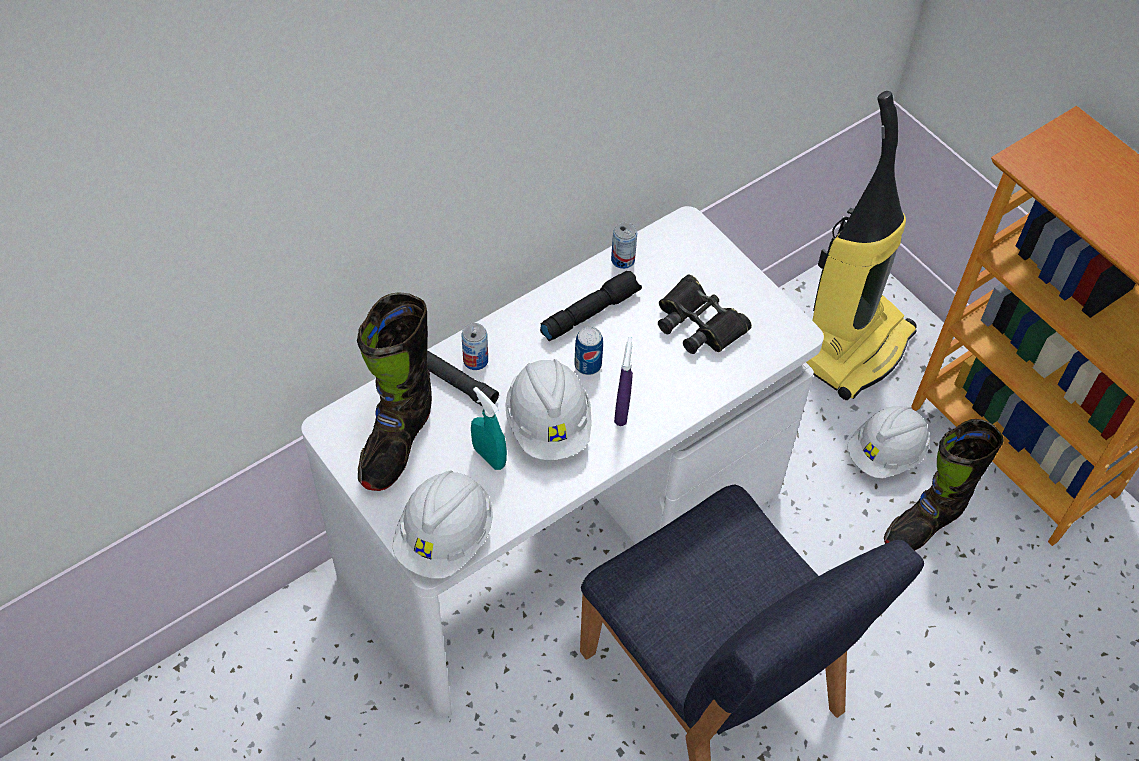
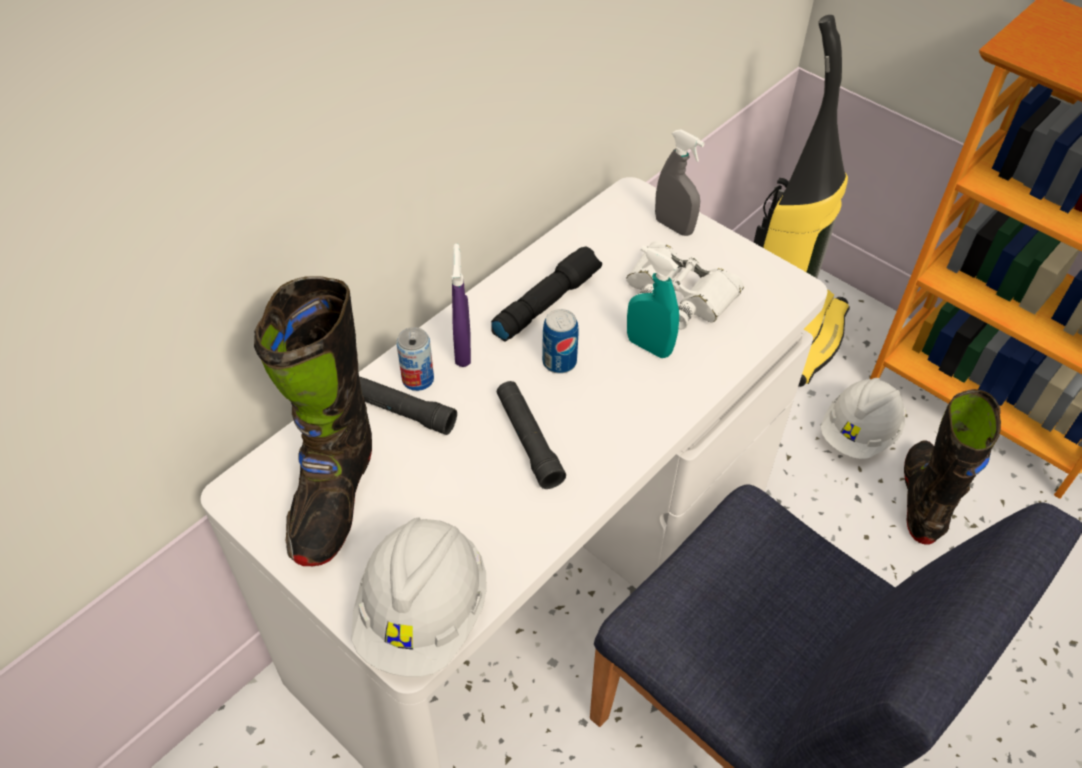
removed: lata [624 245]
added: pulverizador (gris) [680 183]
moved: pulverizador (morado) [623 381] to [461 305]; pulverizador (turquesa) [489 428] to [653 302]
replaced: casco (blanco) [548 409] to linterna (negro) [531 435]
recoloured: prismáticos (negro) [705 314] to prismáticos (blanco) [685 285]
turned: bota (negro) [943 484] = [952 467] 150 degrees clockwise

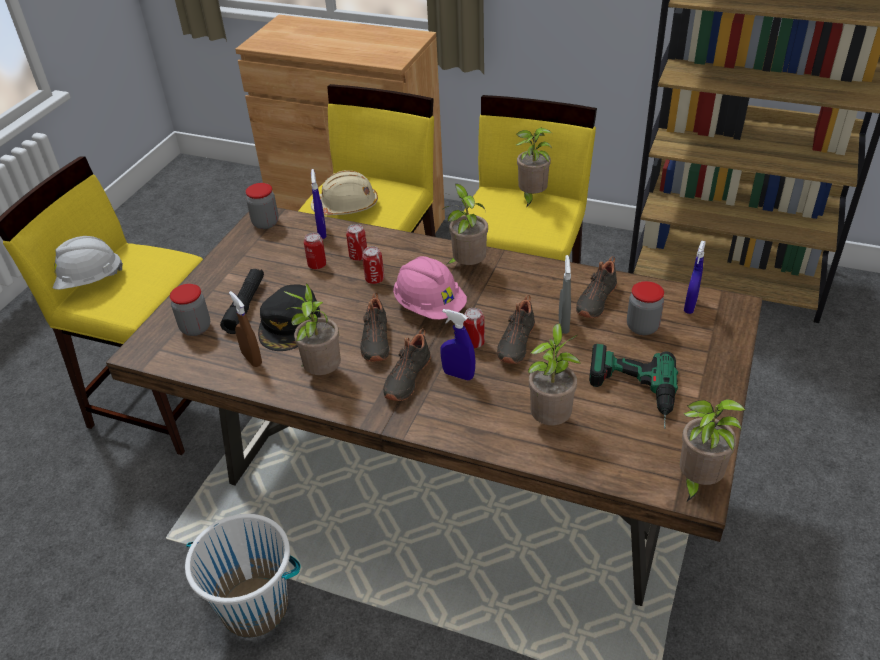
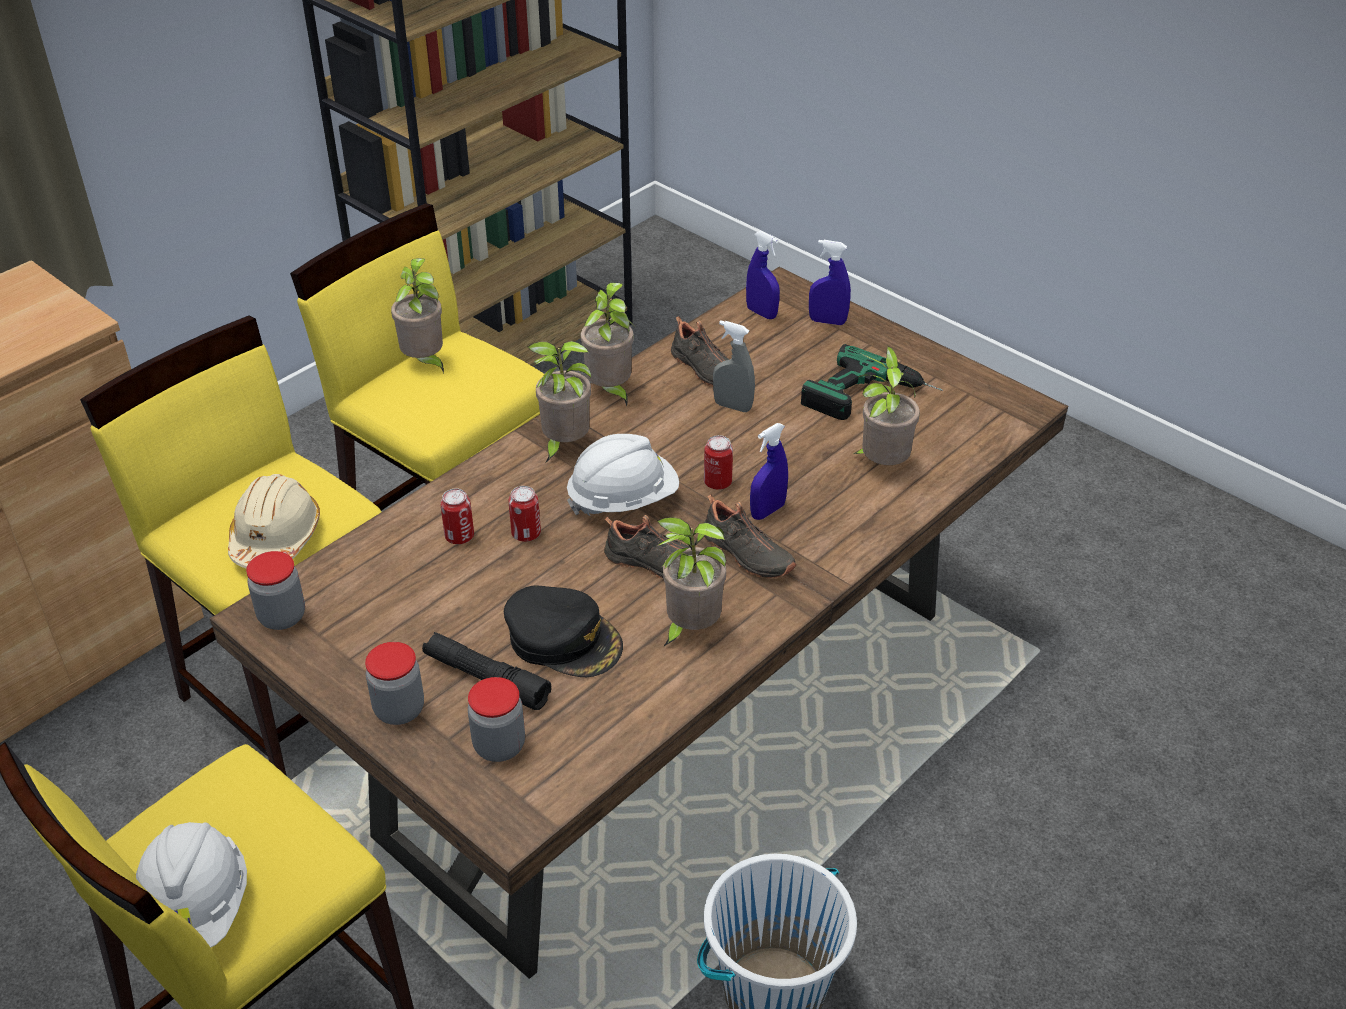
removed: lata [315 251]; pulverizador (marrón) [245 329]; zapato (negro) [516 329]
moved: pulverizador (azul) [319 204] to [830 282]; tarro [645 308] to [394 683]; planta en maceta [713 450] to [607 344]
recoloured: casco (rosa) [430 288] to casco (blanco) [623 475]

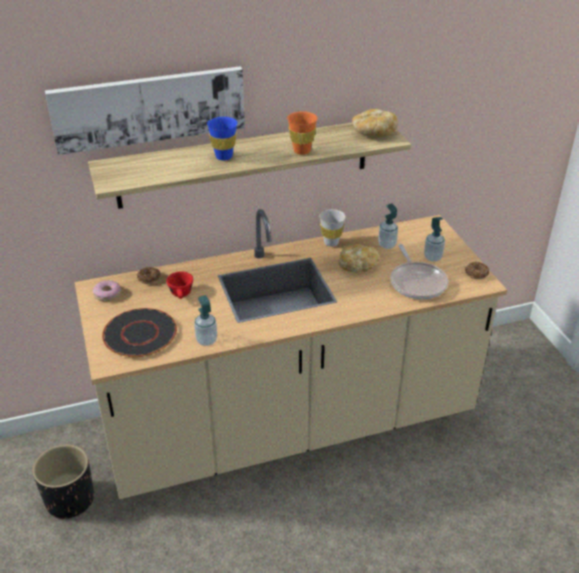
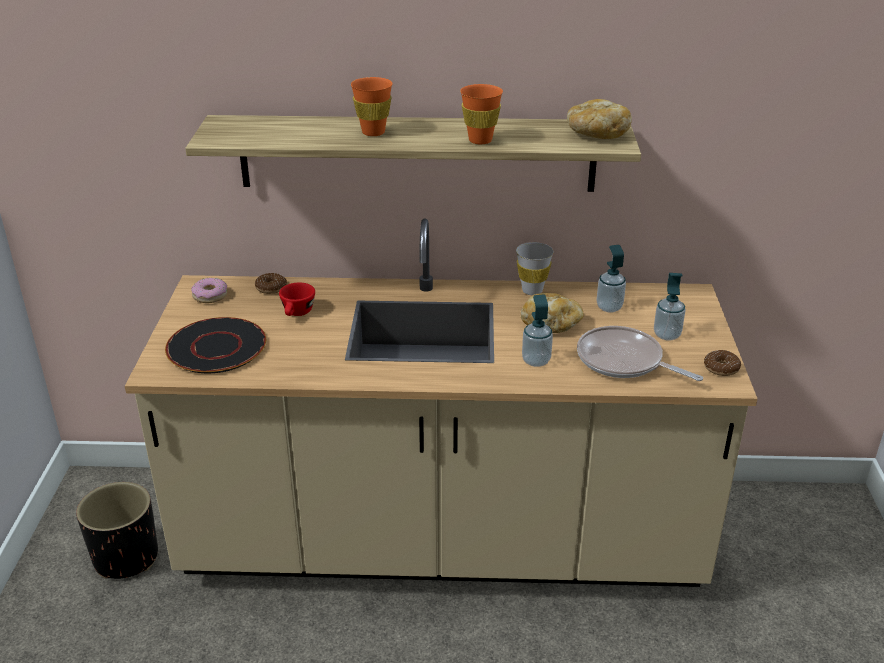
removed: cuadro [145 110]
moved: dispensador de jabón [205 320] to [537 331]
recoloured: taza (azul) [222 138] to taza (naranja) [372 106]
turned: sartén [419 271] = [640 353] 120 degrees clockwise

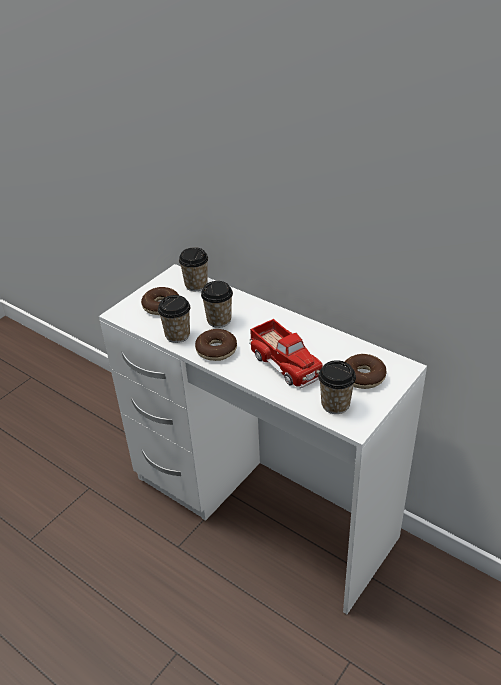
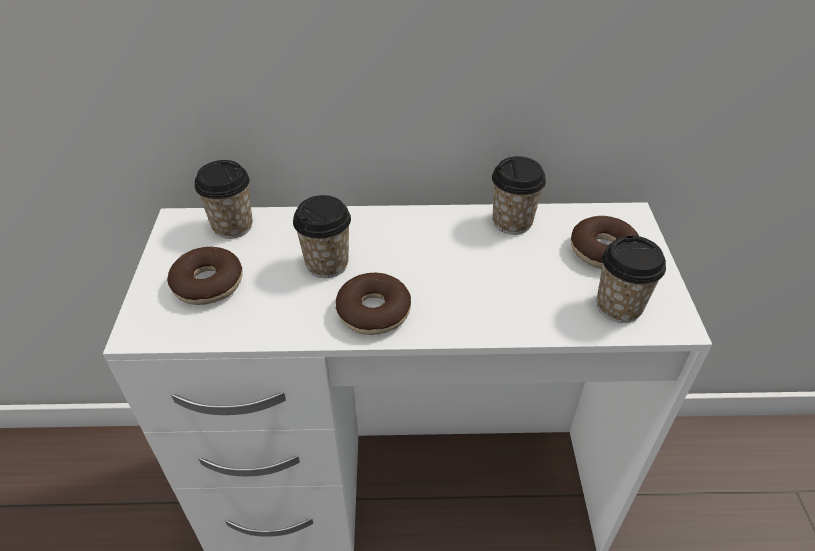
removed: camión de juguete [286 353]
moved: taza [174 319] to [519 195]

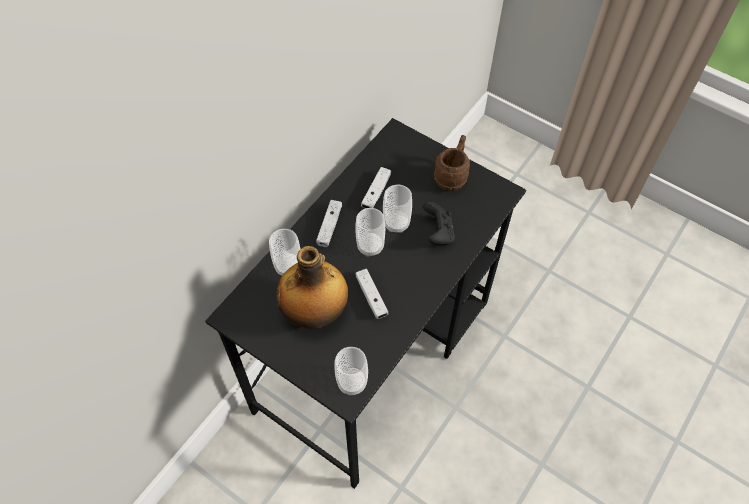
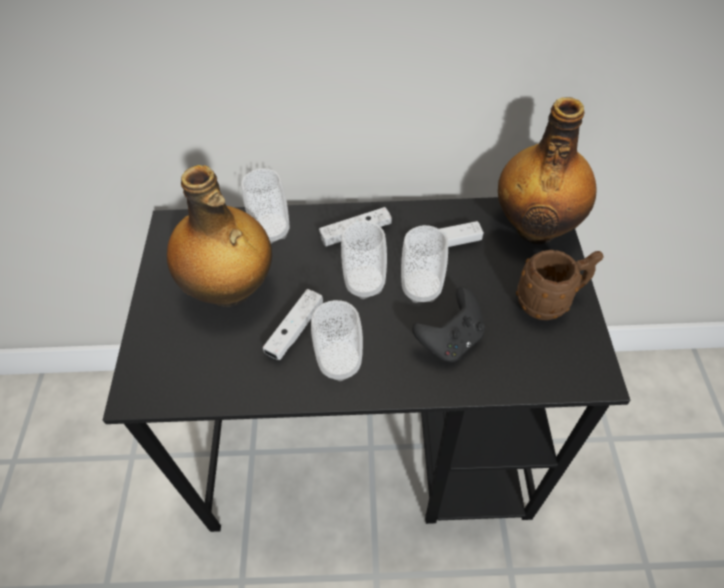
added: botella [547 170]
moved: taza [351 371] to [337 340]

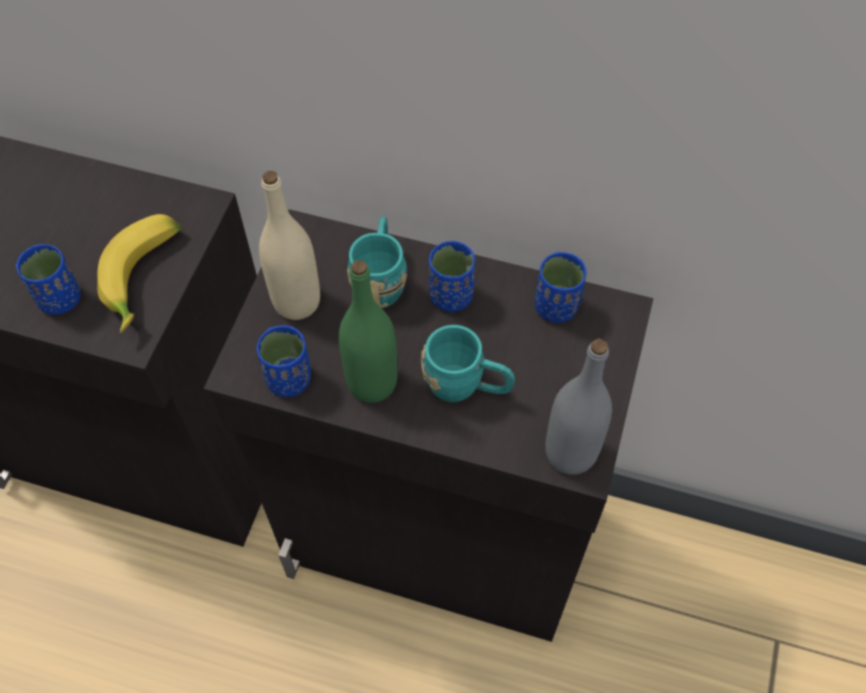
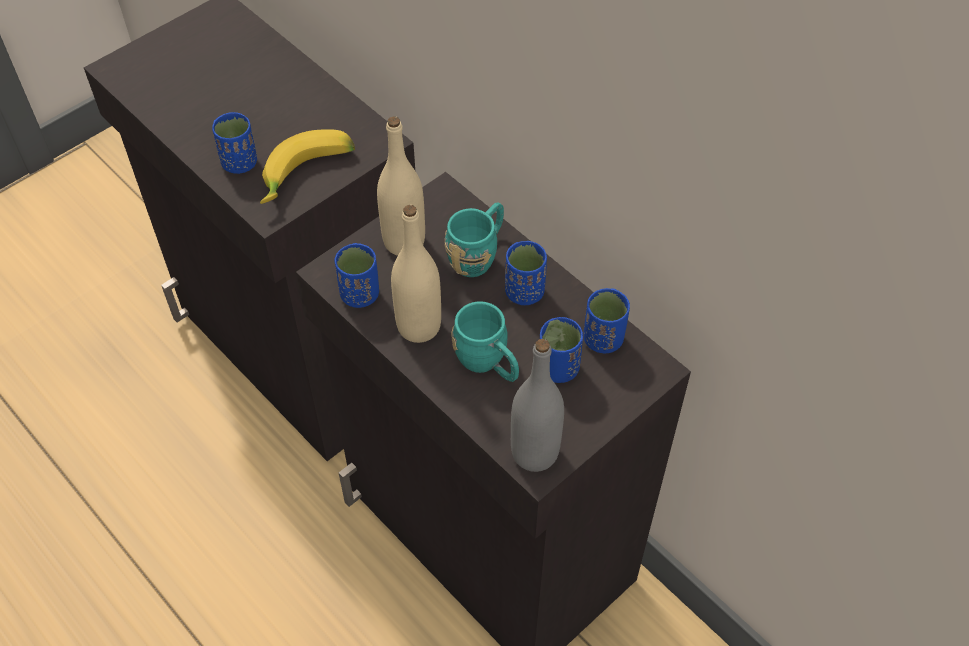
added: taza (azul) [561 350]
recoloured: botella (verde) [368 331] to botella (beis) [416 274]

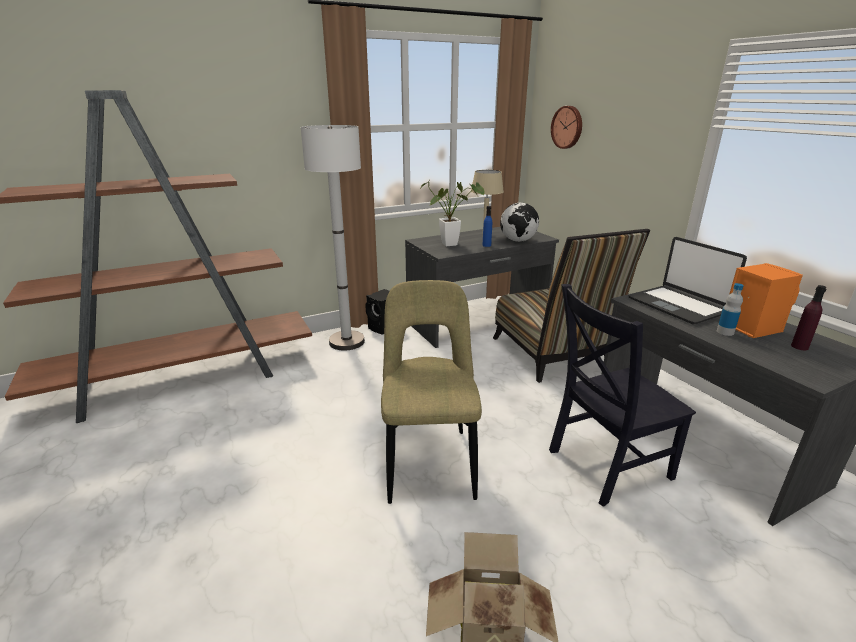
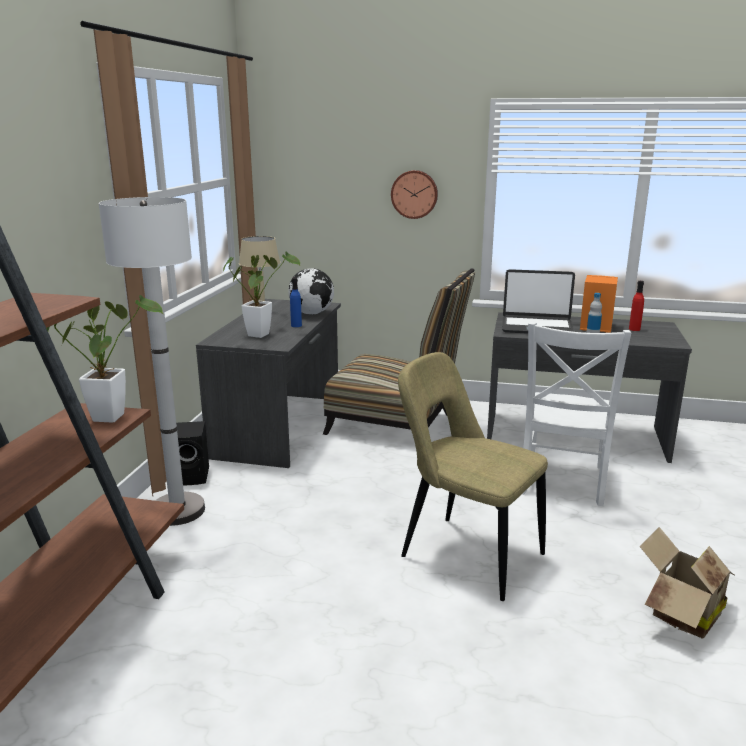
added: planta en maceta [104 359]
moved: reloj de pared [566 127] to [414 194]
recoloured: silla (negro) [622 395] to silla (blanco) [577 414]; botella (morado) [808 317] to botella (rojo) [636 306]

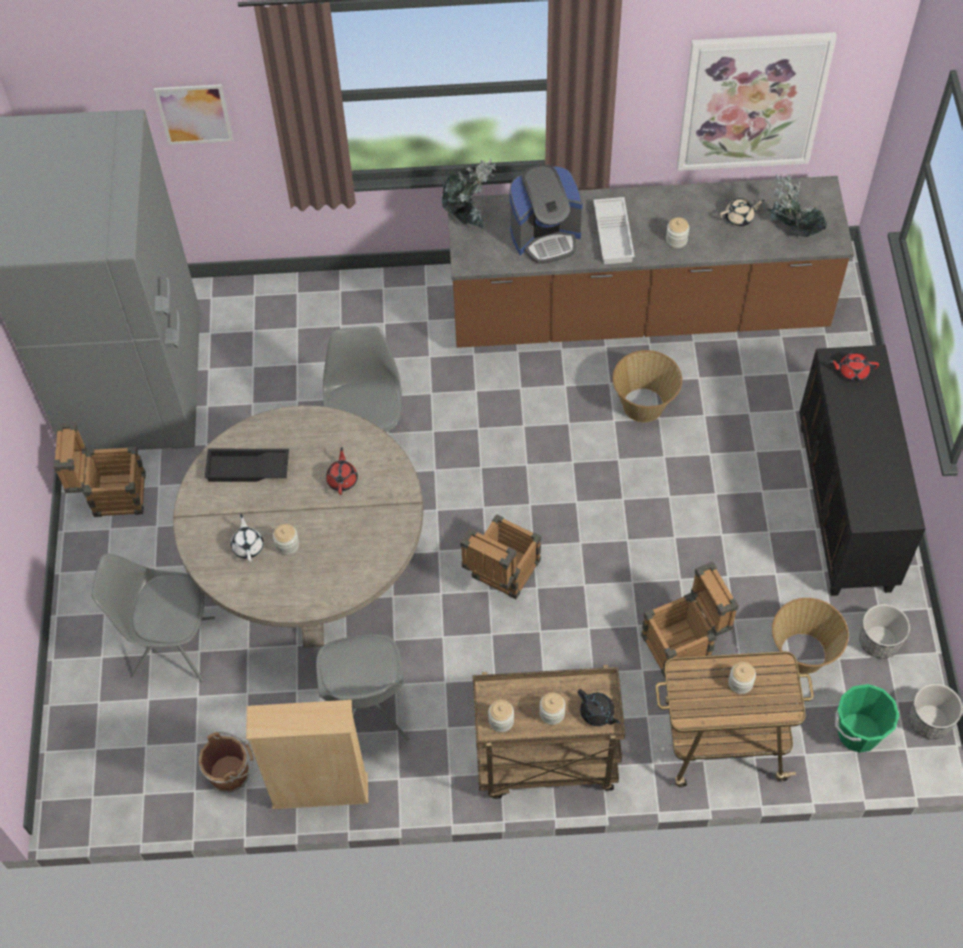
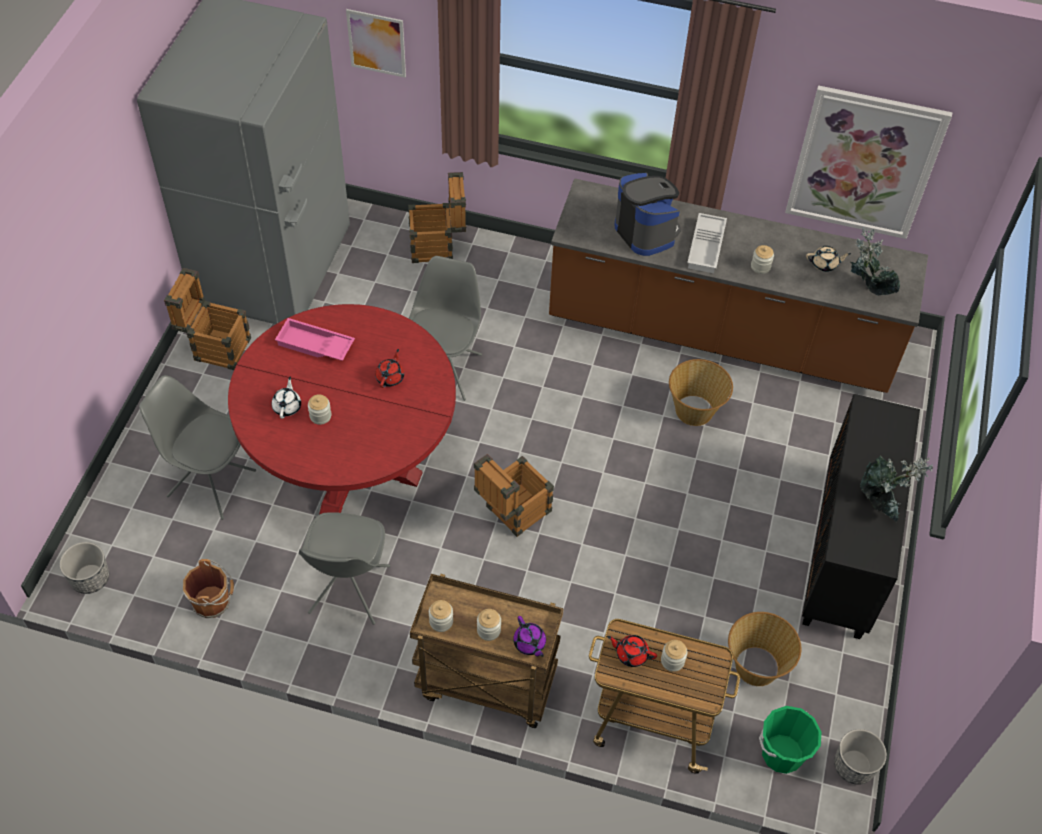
removed: estantería (beis) [307 754]
moved: planta en maceta [469 193] to [897 489]; tetera (rojo) [854 367] to [632 651]; caja de embalaje [690 619] to [437 217]; maceta [884 631] to [84 568]
recoloured: mesa de comedor (beis) [298 526] to mesa de comedor (rojo) [342 409]; bandeja (negro) [247 465] to bandeja (rosa) [315 339]; tetera (negro) [599 707] to tetera (morado) [529 636]
turned: cafetera [546 214] = [648 214] 120 degrees counterclockwise

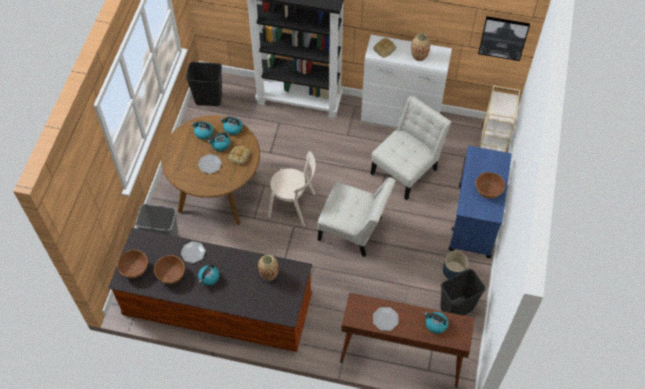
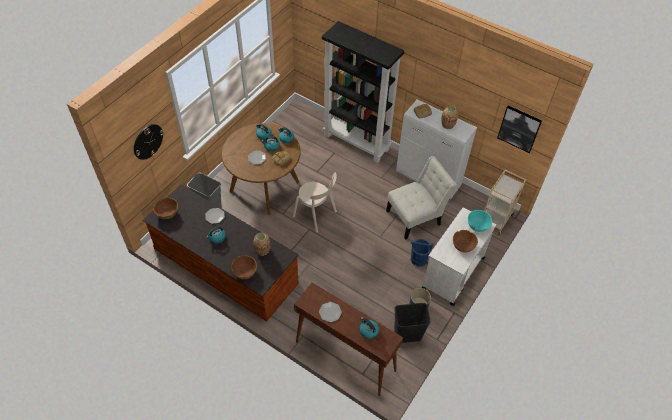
removed: papelera (negro) [204 84]; silla (blanco) [356 217]
added: reloj de pared [149 142]; cuenco (turquesa) [480 221]; cubo (azul) [422 253]
moved: cuenco (marrón) [169 269] to [244 267]
recoloured: carrito (azul) [480 202] to carrito (blanco) [459 257]

